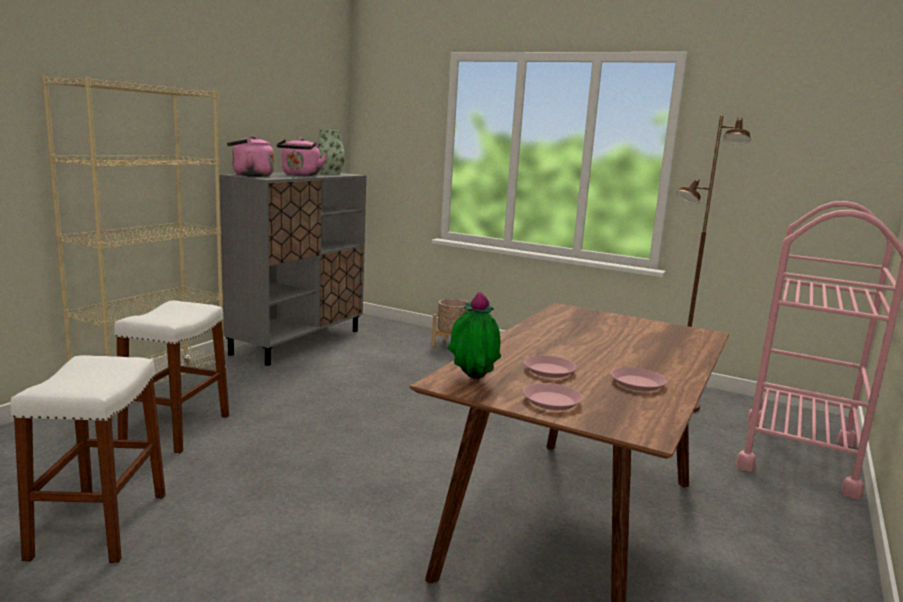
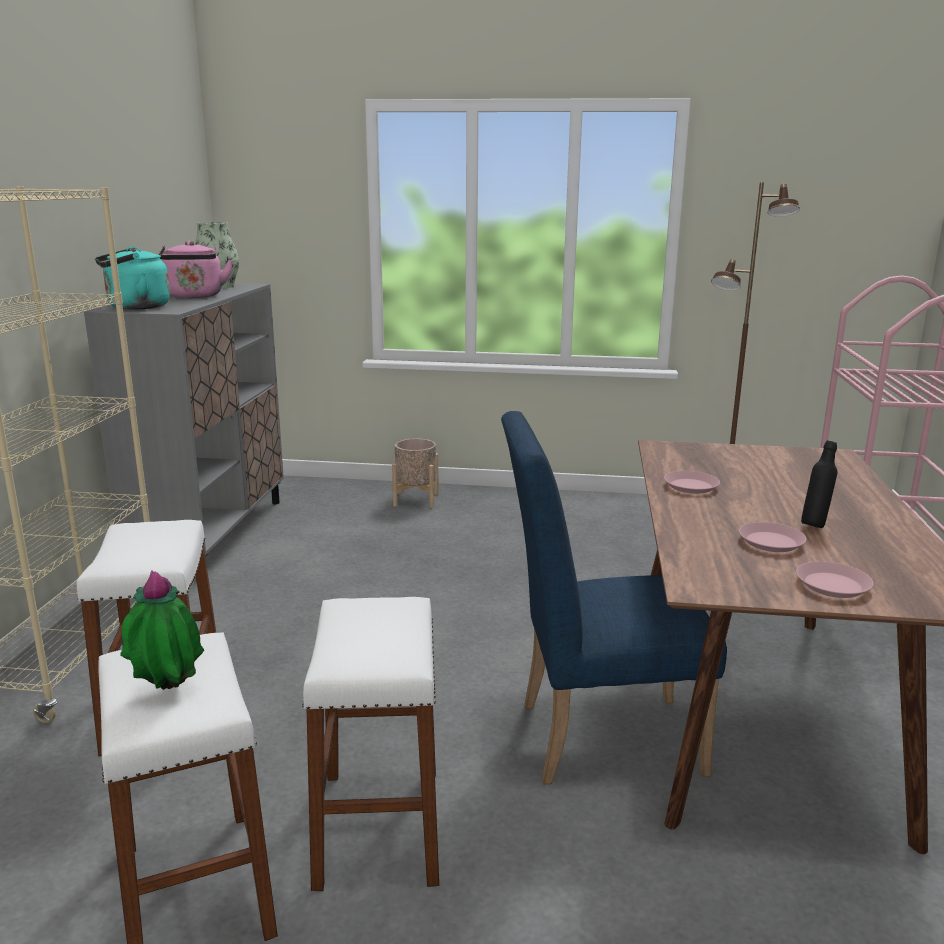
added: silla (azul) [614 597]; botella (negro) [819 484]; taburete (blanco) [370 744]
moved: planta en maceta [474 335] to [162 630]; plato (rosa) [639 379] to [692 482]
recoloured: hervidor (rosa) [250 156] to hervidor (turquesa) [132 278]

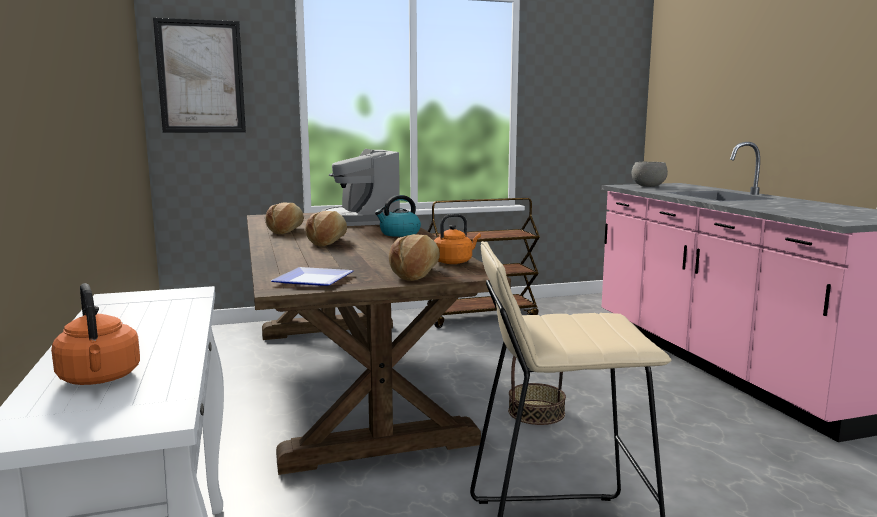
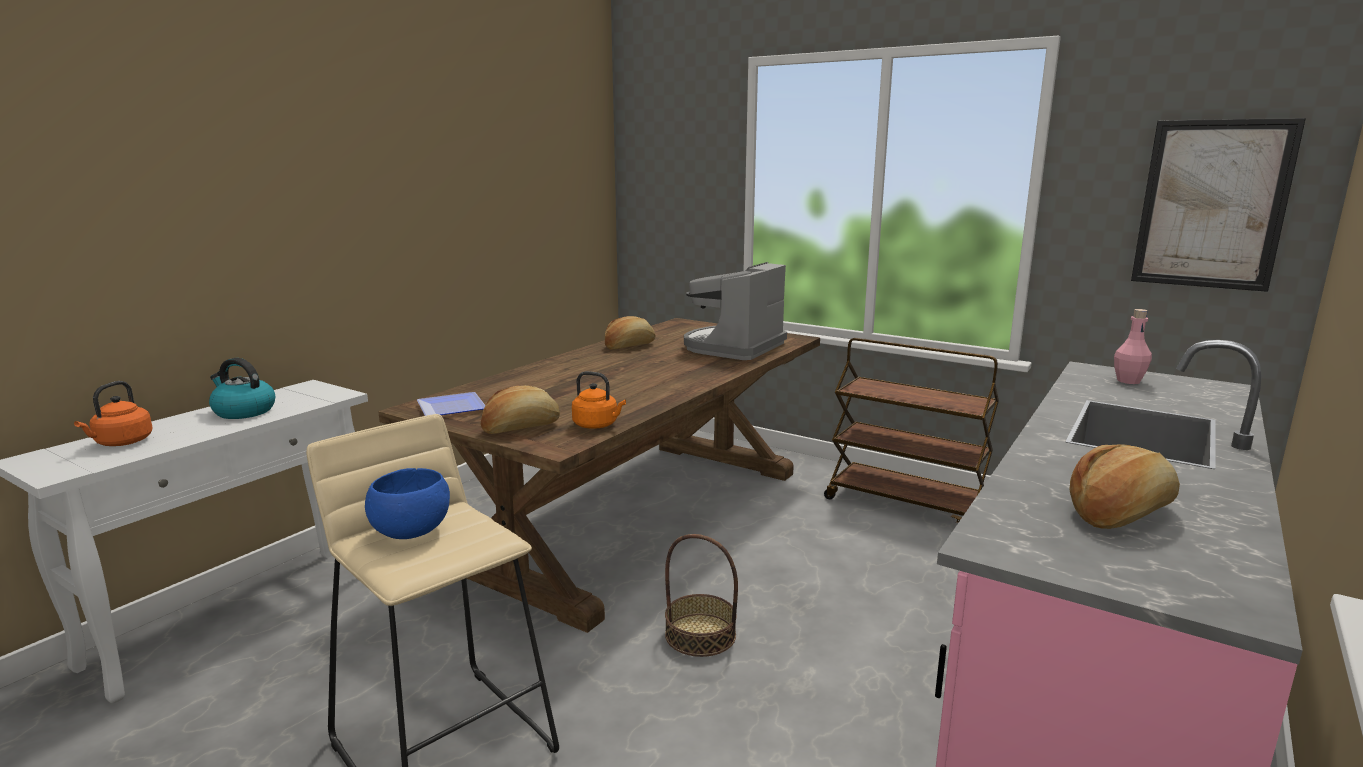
added: cuenco (azul) [407 503]
moved: cuadro [199 75] to [1218 205]; hervidor [398 216] to [242 388]; pan [326 228] to [1125 486]
replaced: cuenco (gris) [650 174] to botella (rosa) [1133 346]

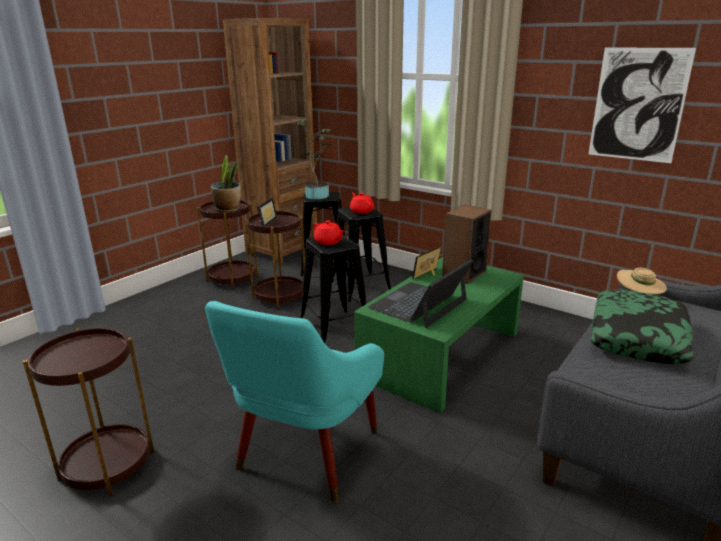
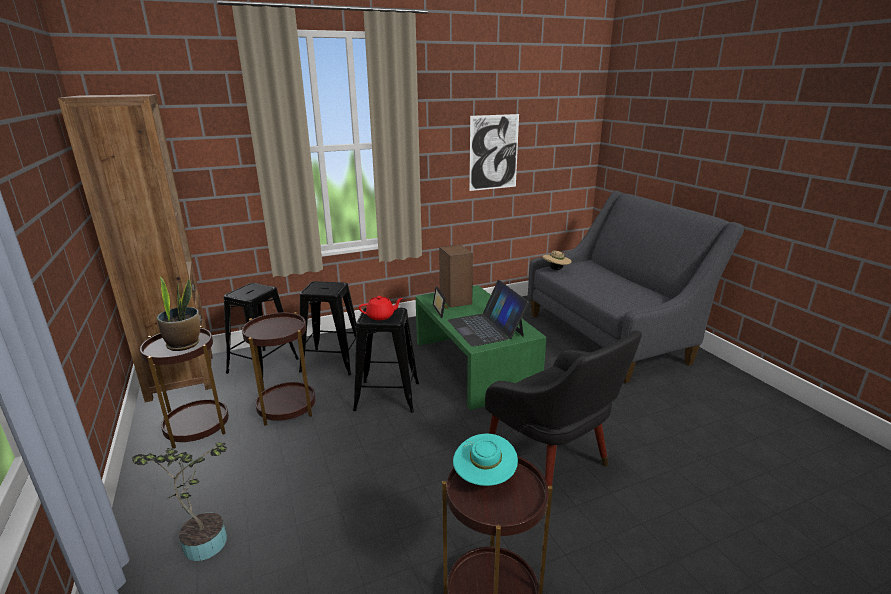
removed: tetera (rojo) [362 203]; portarretratos [267 212]; cojín [642 327]
added: sombrero (turquesa) [485 460]
moved: planta en maceta [313 159] to [179 501]
recoloured: sillón (turquesa) [294 401] to sillón (negro) [563 408]

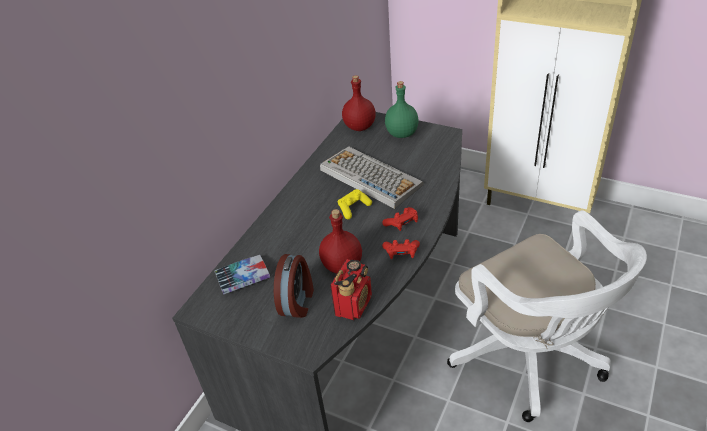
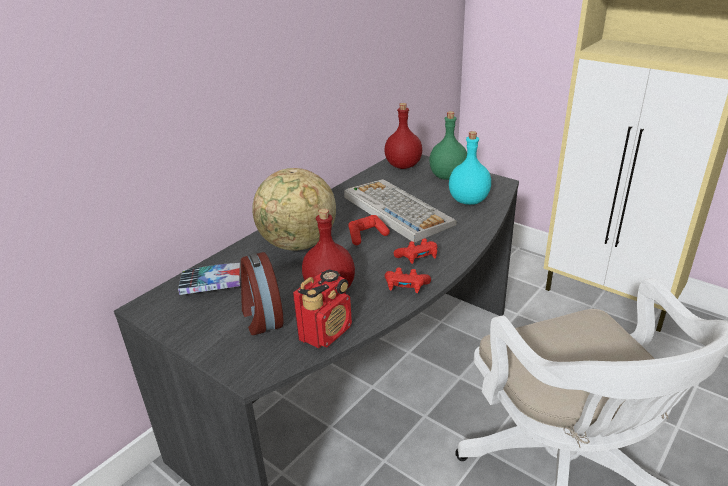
added: botella (turquesa) [470 168]; globo terráqueo [294 209]
recoloured: mando de consola (amarillo) [355 204] to mando de consola (rojo) [369 230]
turned: despertador [294 286] = [262 293] 135 degrees clockwise

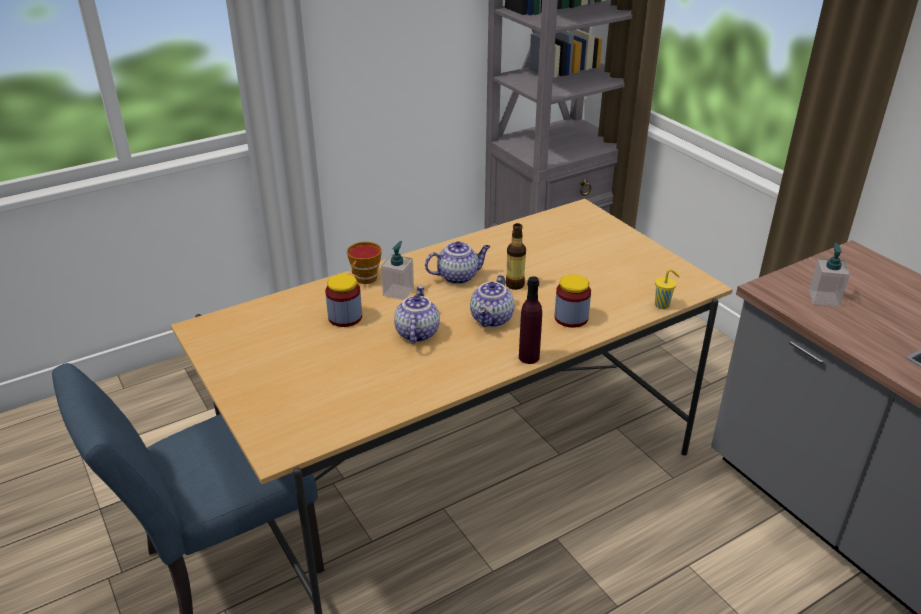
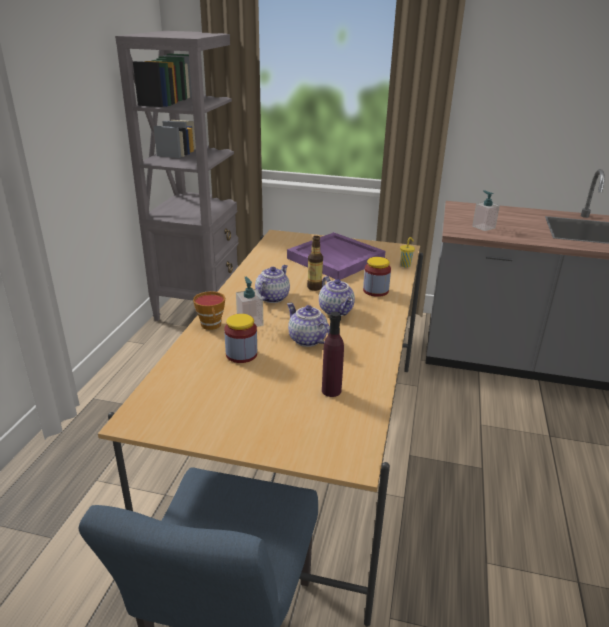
added: bandeja (morado) [336 256]
moved: botella (morado) [530 320] to [333 354]

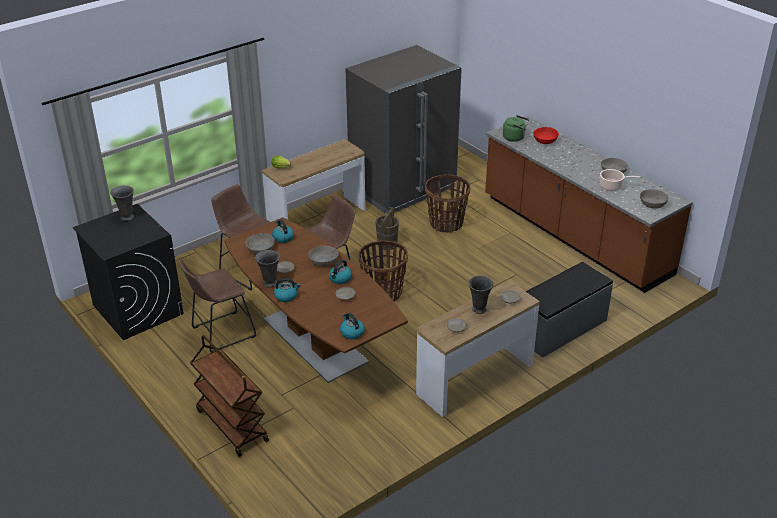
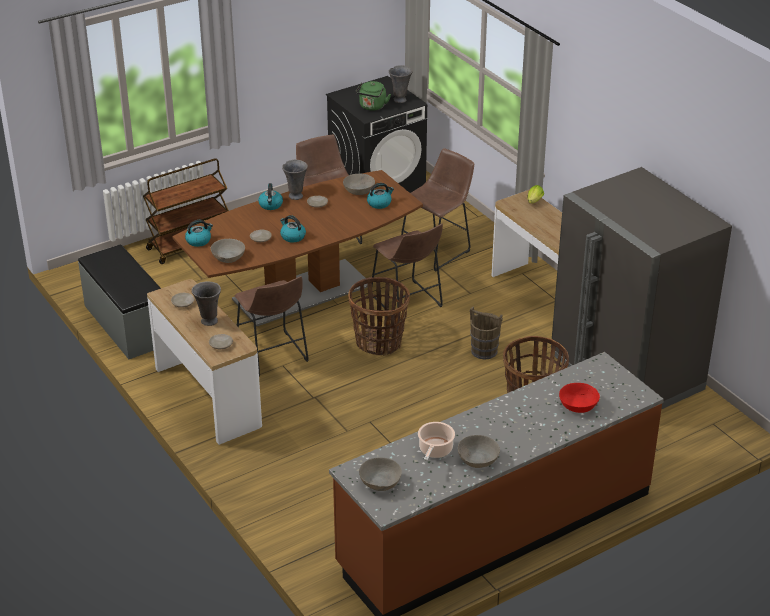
added: taburete (marrón) [272 326]
moved: hervidor (verde) [516 128] to [373 96]; cuenco (gris) [323 256] to [228 251]; banco (gris) [569 310] to [119 302]

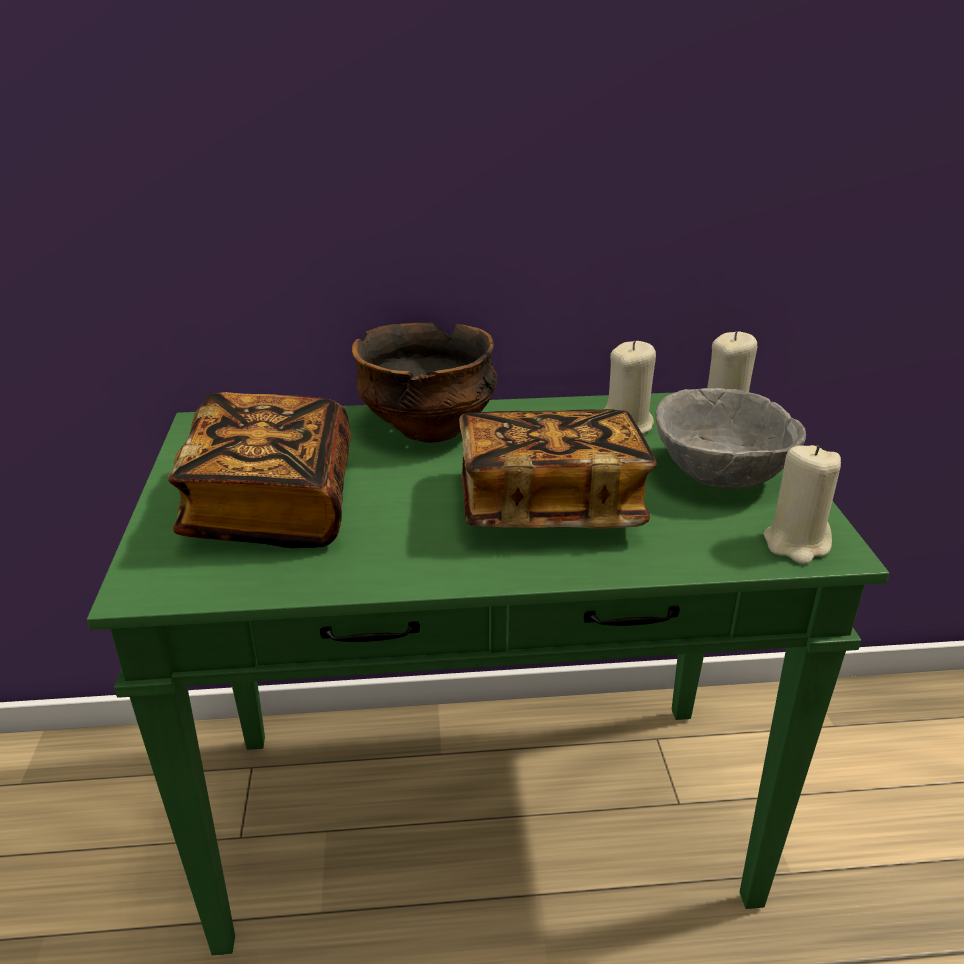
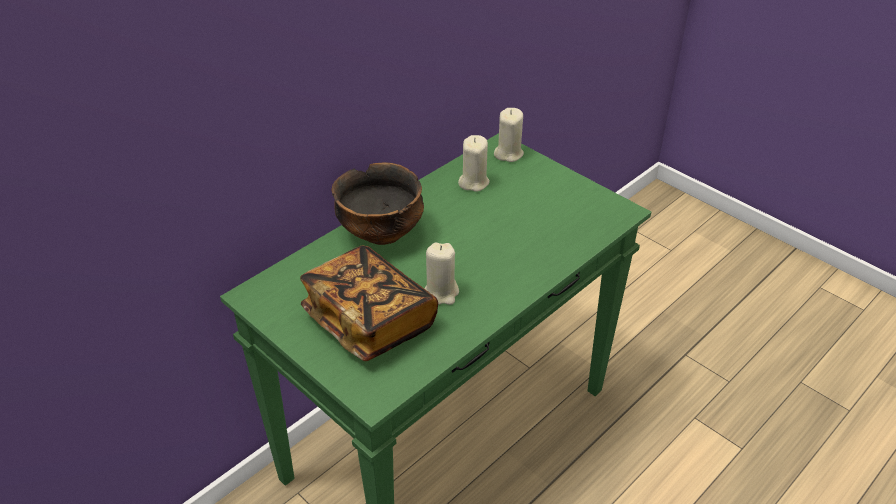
removed: cuenco (gris) [730 438]; libro [558 469]
moved: vela (beis) [802 504] to [441 274]

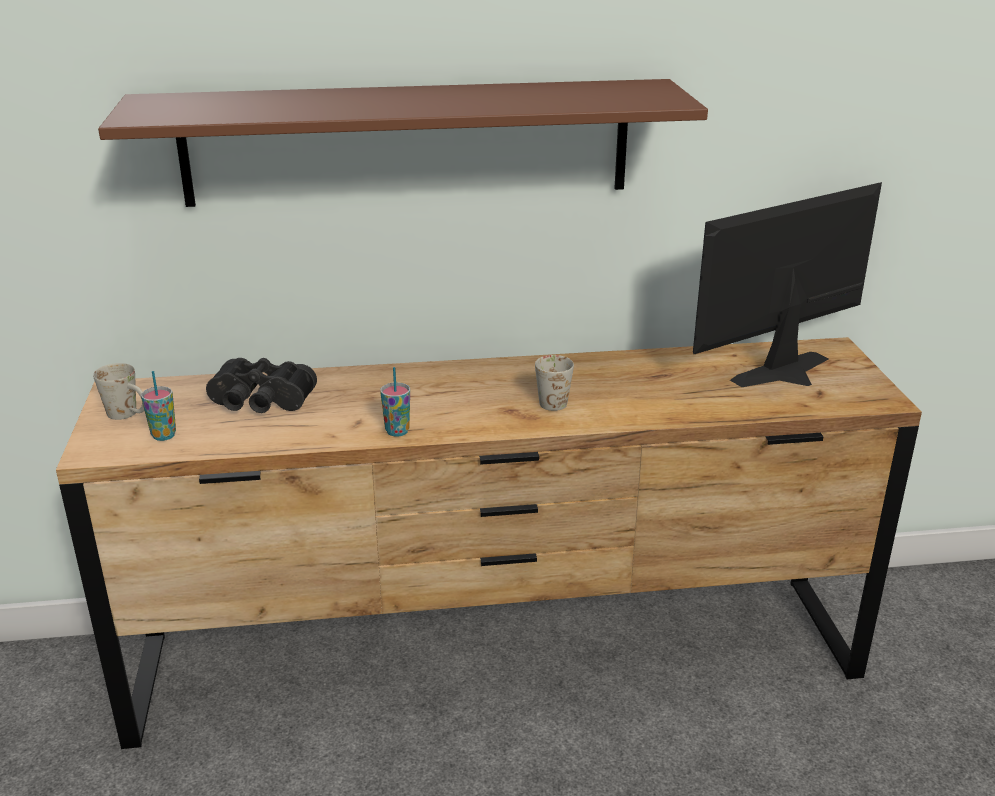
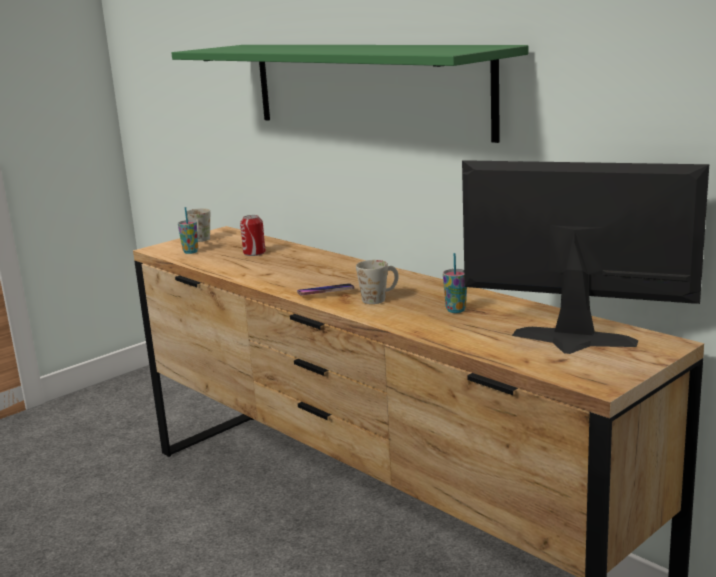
added: móvil [326 289]
moved: taza [395 402] to [455 283]
replaced: prismáticos (negro) [261 385] to lata [253 235]
recoloured: estante (marrón) [403 143] to estante (verde) [350 94]

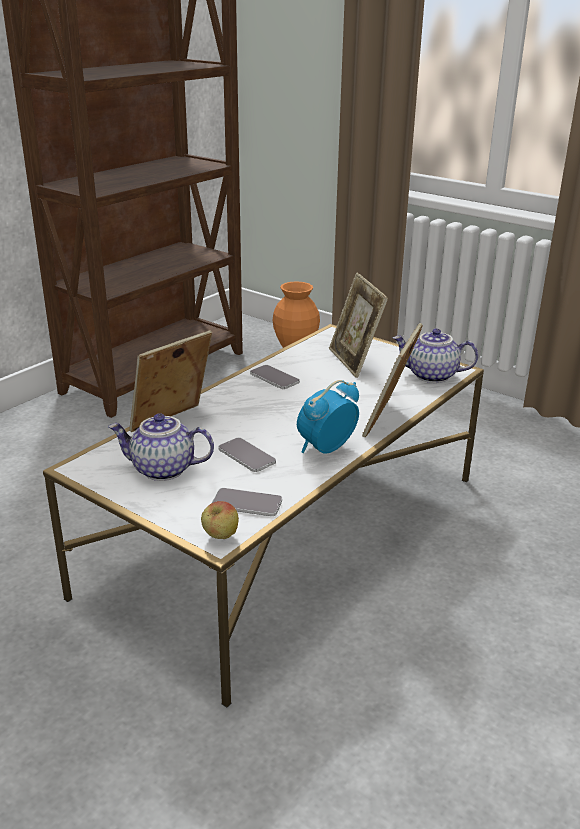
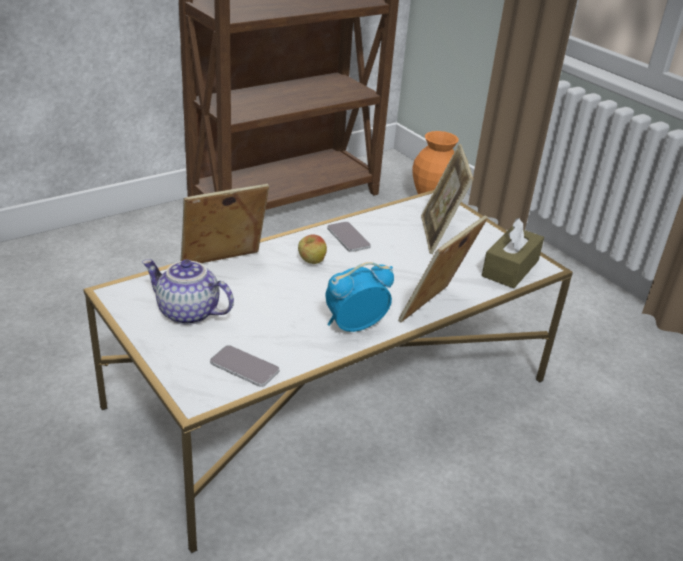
removed: móvil [247 454]
moved: manzana [220 520] to [312 249]
replaced: tetera [435 355] to caja de pañuelos (marrón) [513 253]

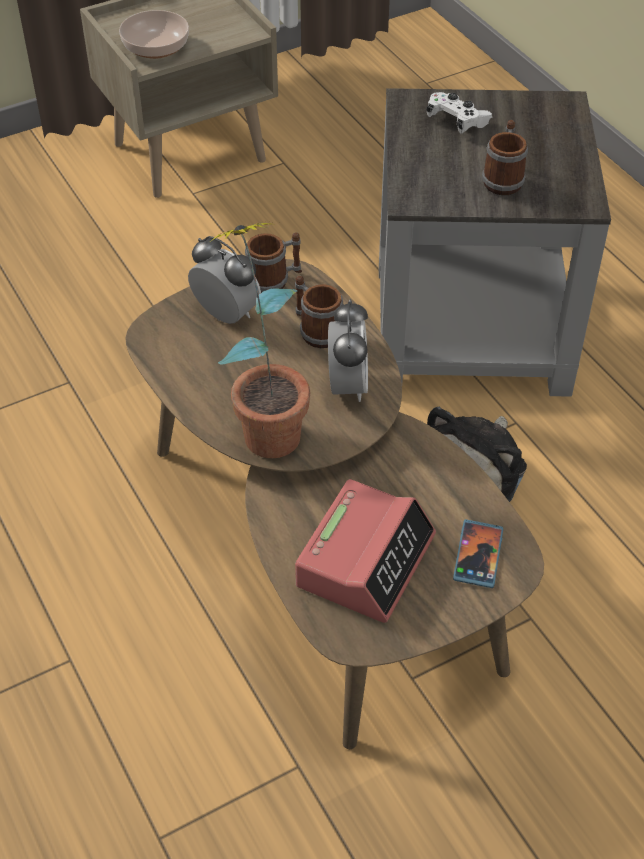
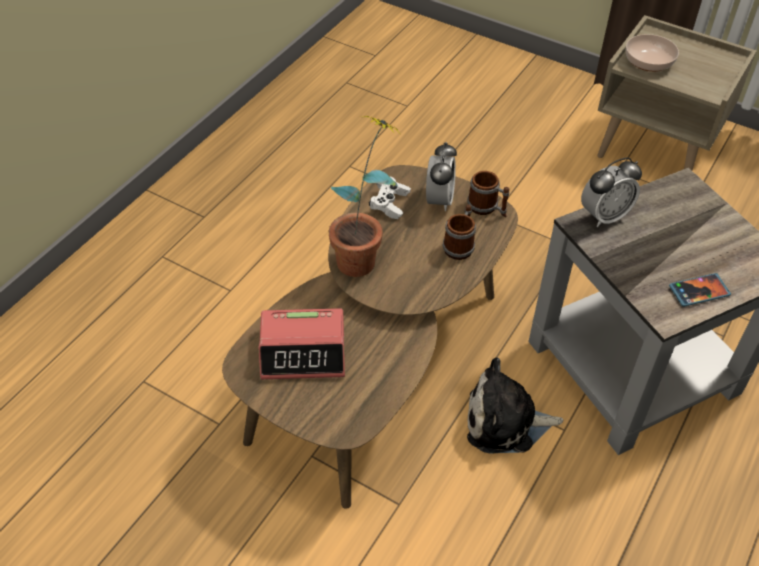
removed: taza grande [505 157]
moved: mando de consola (blanco) [459 113] to [390 198]; despertador [348 351] to [611 192]; móvil [478 553] to [700 290]

